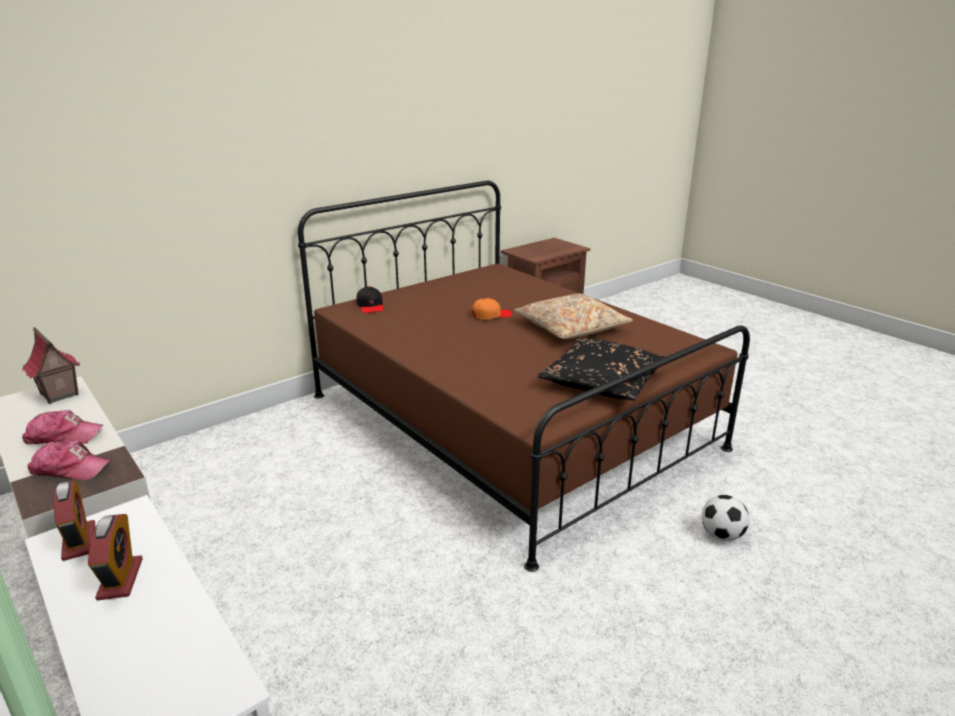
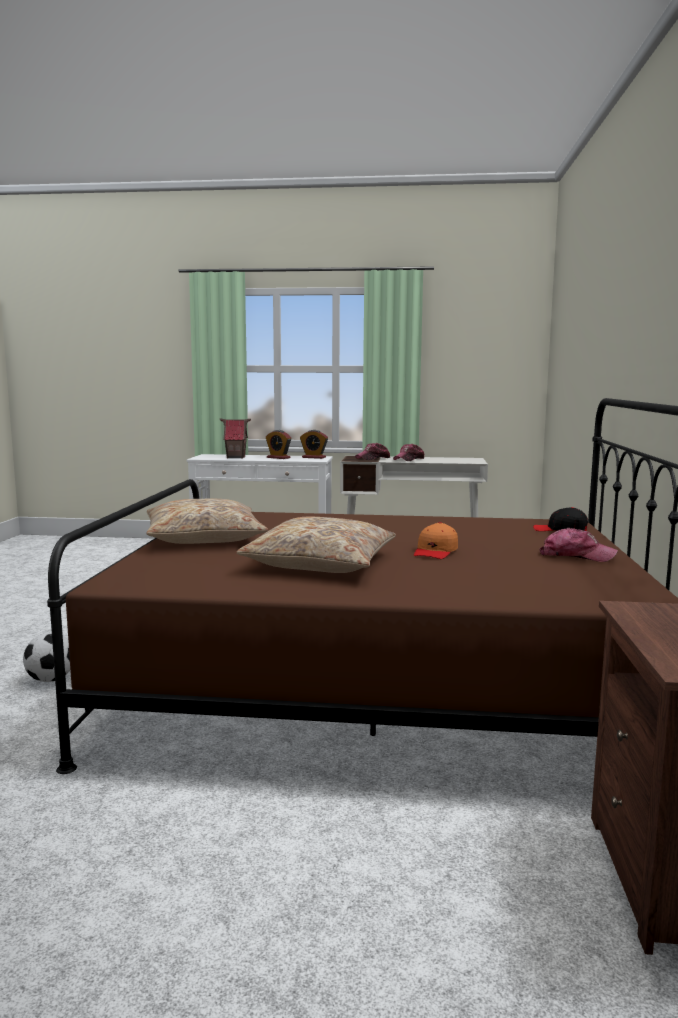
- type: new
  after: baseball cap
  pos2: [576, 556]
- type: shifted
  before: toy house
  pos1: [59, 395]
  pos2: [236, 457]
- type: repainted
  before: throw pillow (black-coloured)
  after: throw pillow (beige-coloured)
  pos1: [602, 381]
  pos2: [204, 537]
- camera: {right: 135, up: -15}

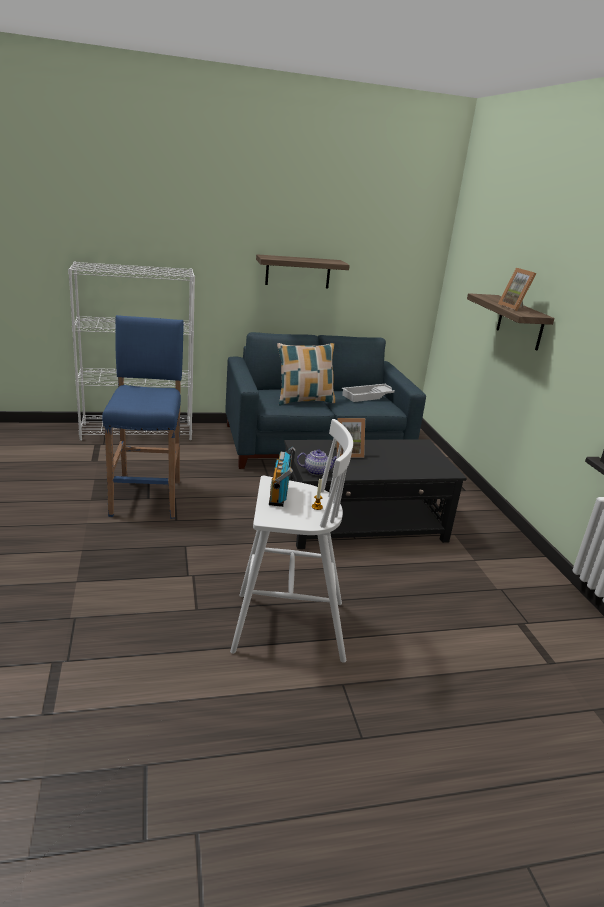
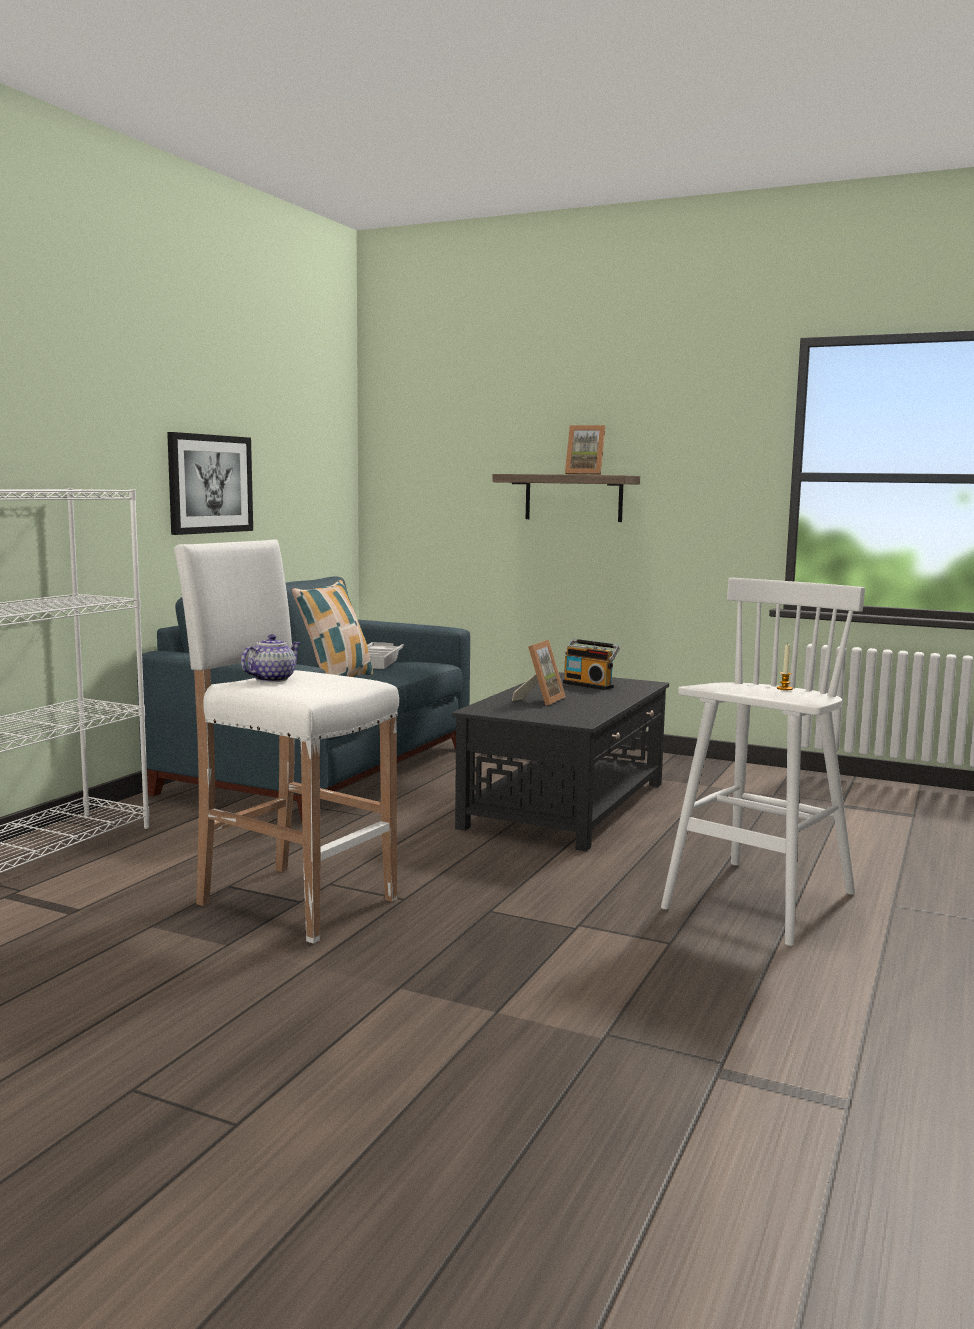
- type: shifted
  before: radio receiver
  pos1: [280, 494]
  pos2: [589, 685]
- type: shifted
  before: tea pot
  pos1: [316, 471]
  pos2: [272, 679]
- type: swapped
  before: wall shelf
  after: wall art
  pos1: [298, 272]
  pos2: [210, 484]
- type: repainted
  before: stool seat (blue)
  after: stool seat (whitish)
  pos1: [147, 497]
  pos2: [293, 901]
- camera: {right: -50, up: -15}

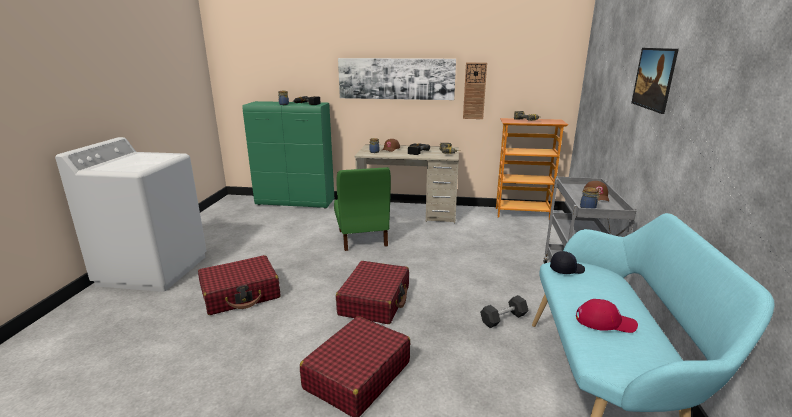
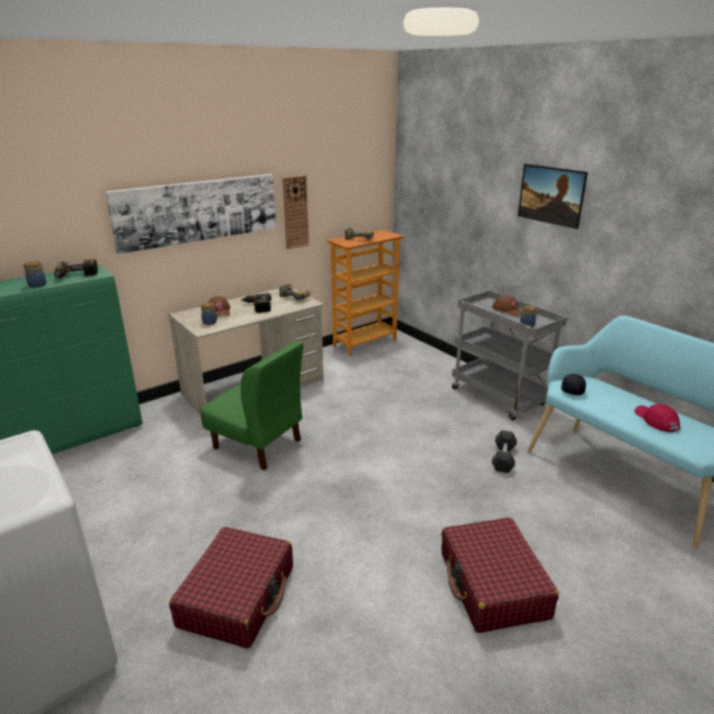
- type: gone
  before: piece of luggage (red)
  pos1: [375, 301]
- type: rotated
  before: baseball cap (red)
  pos1: [605, 321]
  pos2: [656, 420]
  turn: -75
- camera: {right: -45, up: 5}

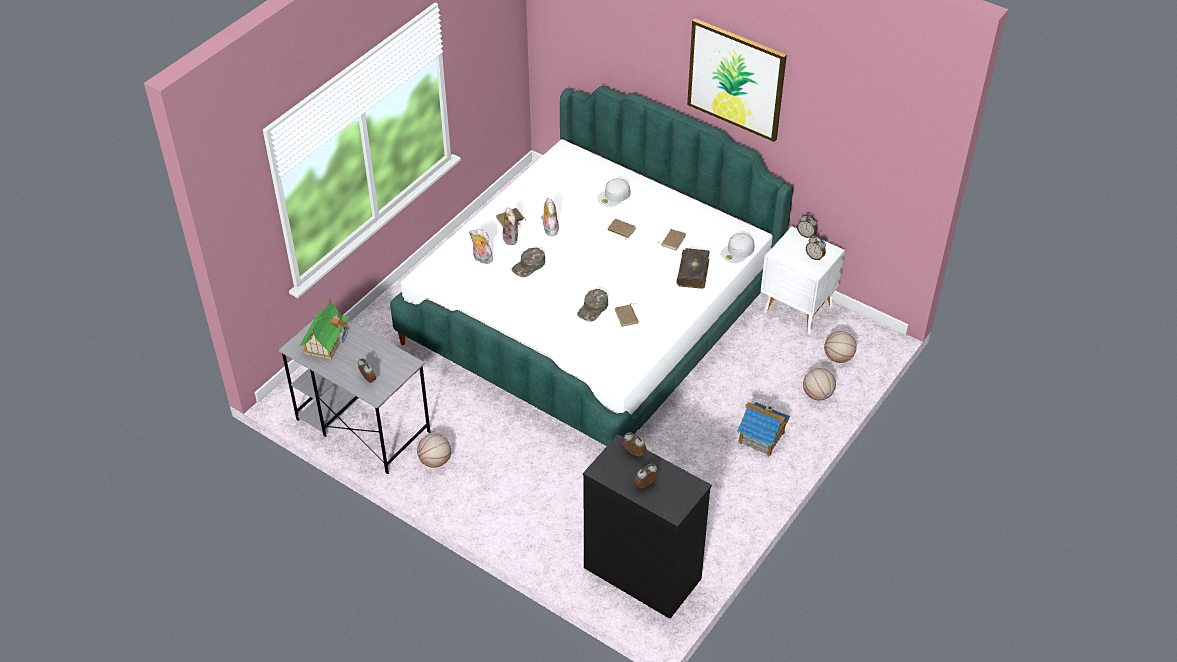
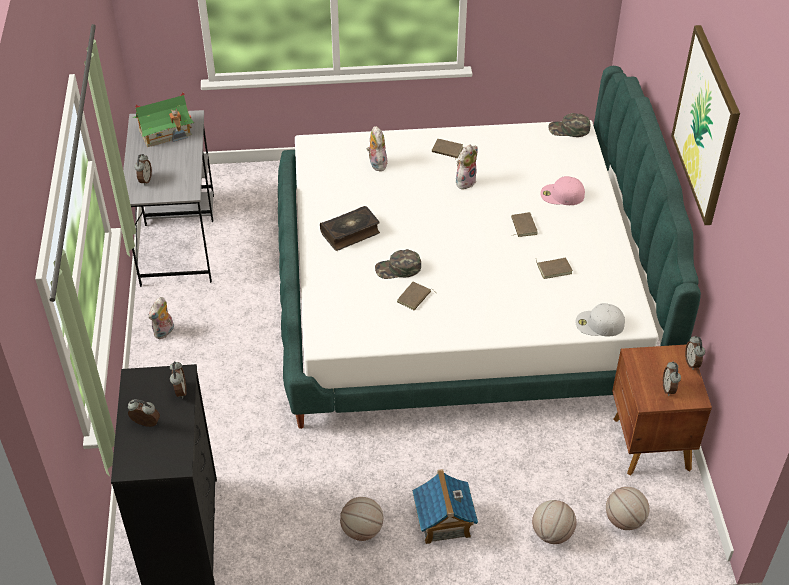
- type: shifted
  before: basketball
  pos1: [435, 461]
  pos2: [362, 530]
- type: shifted
  before: cuddly toy
  pos1: [512, 239]
  pos2: [164, 332]
- type: shifted
  before: baseball cap (greenish)
  pos1: [529, 266]
  pos2: [569, 129]
- type: shifted
  before: book
  pos1: [693, 272]
  pos2: [350, 233]
- type: repainted
  before: baseball cap (whitish)
  after: baseball cap (pink)
  pos1: [614, 196]
  pos2: [562, 195]
- type: repainted
  before: nightstand (whitish)
  after: nightstand (brown)
  pos1: [798, 310]
  pos2: [650, 445]
- camera: {right: 50, up: 0}

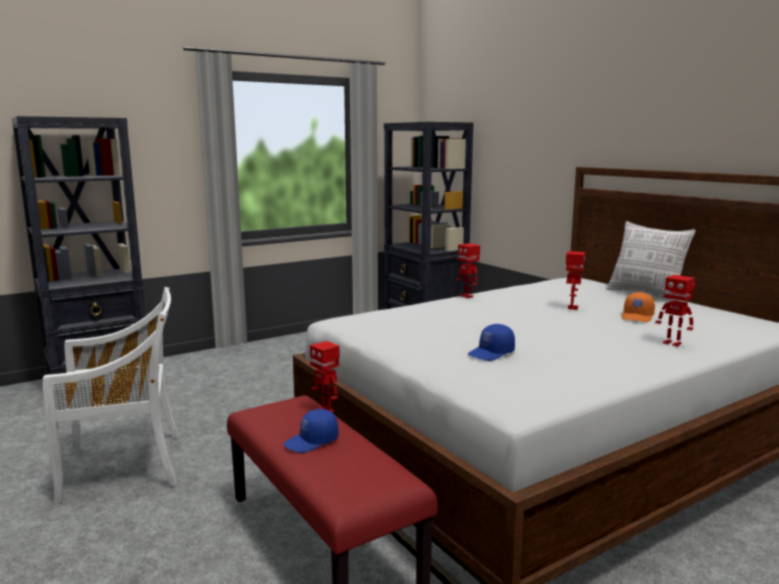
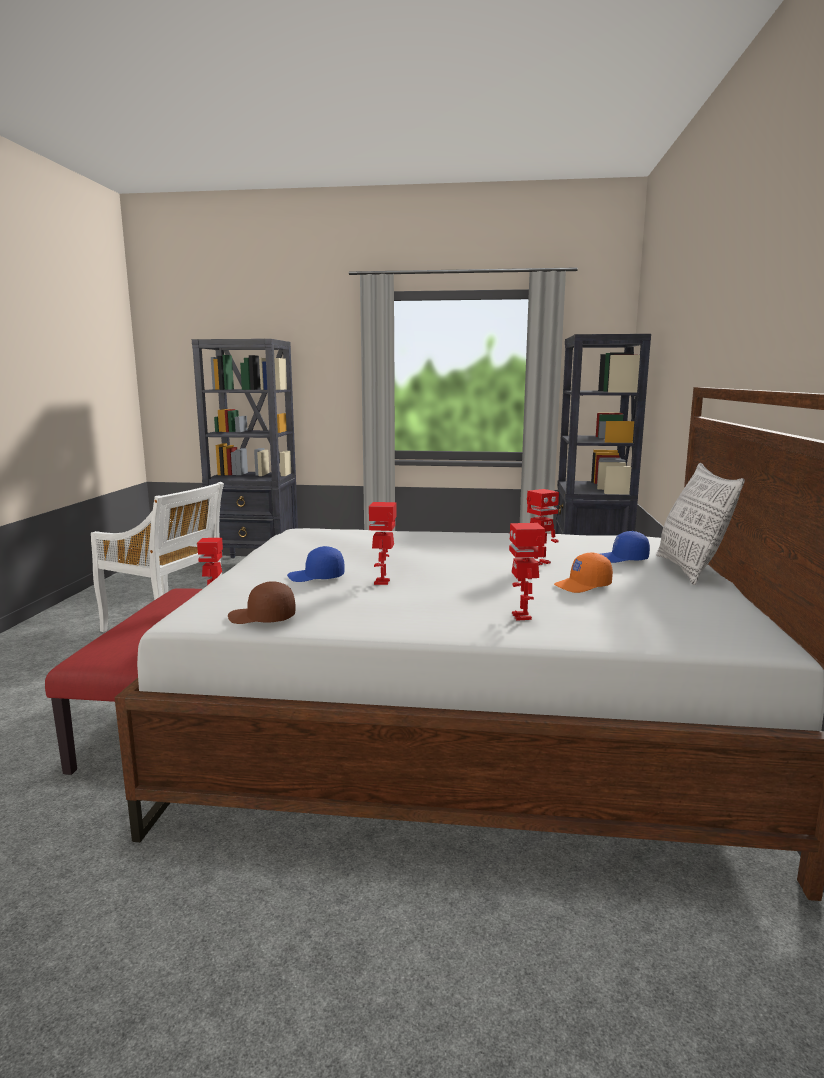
- type: new
  after: baseball cap (brown)
  pos2: [261, 618]
- type: shifted
  before: baseball cap (blue)
  pos1: [312, 442]
  pos2: [622, 559]
- type: shifted
  before: toy robot
  pos1: [467, 296]
  pos2: [383, 582]
- camera: {right: 40, up: 0}

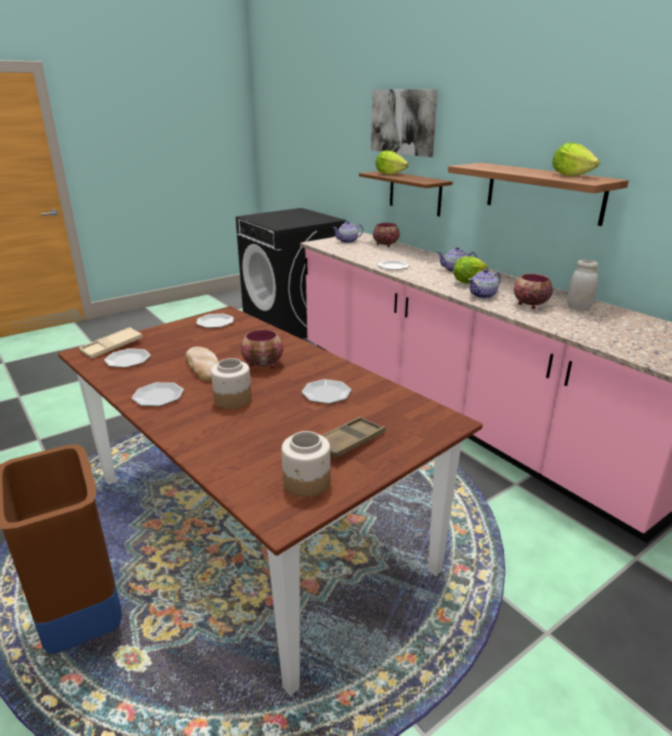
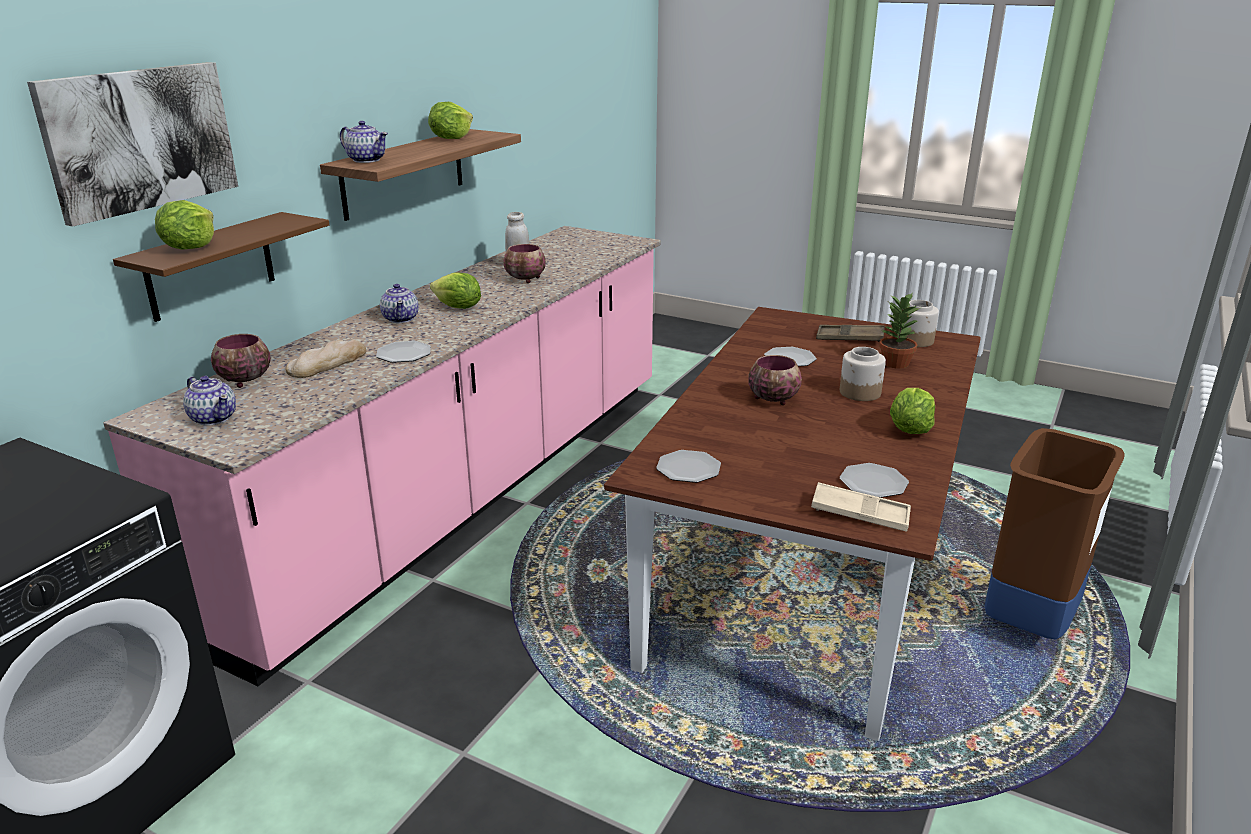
- type: new
  after: plant in a pot
  pos2: [894, 363]
- type: shifted
  before: bread
  pos1: [204, 367]
  pos2: [327, 363]
- type: shifted
  before: tea pot
  pos1: [483, 295]
  pos2: [366, 160]
- type: swapped
  before: dinner plate
  after: lettuce
  pos1: [158, 396]
  pos2: [910, 429]
- camera: {right: -115, up: 0}

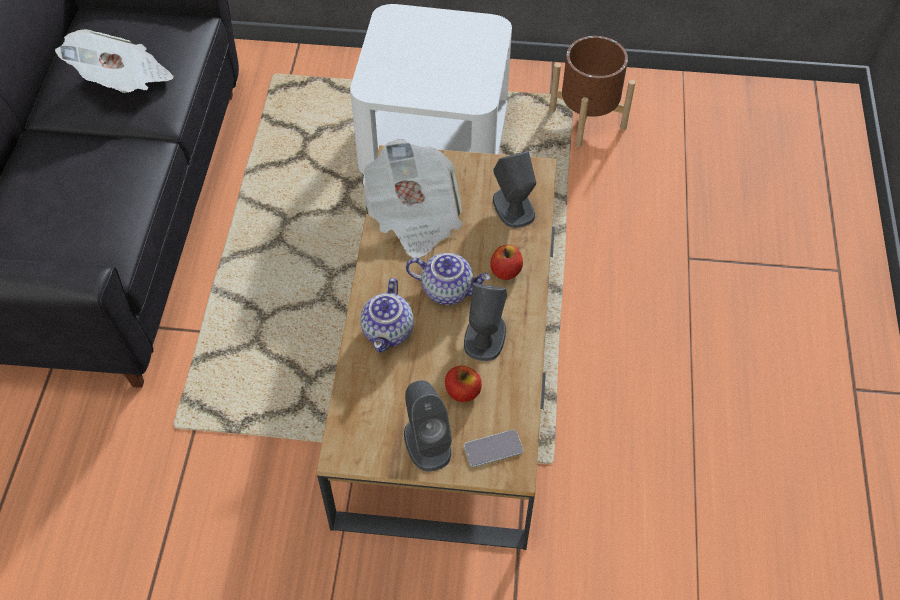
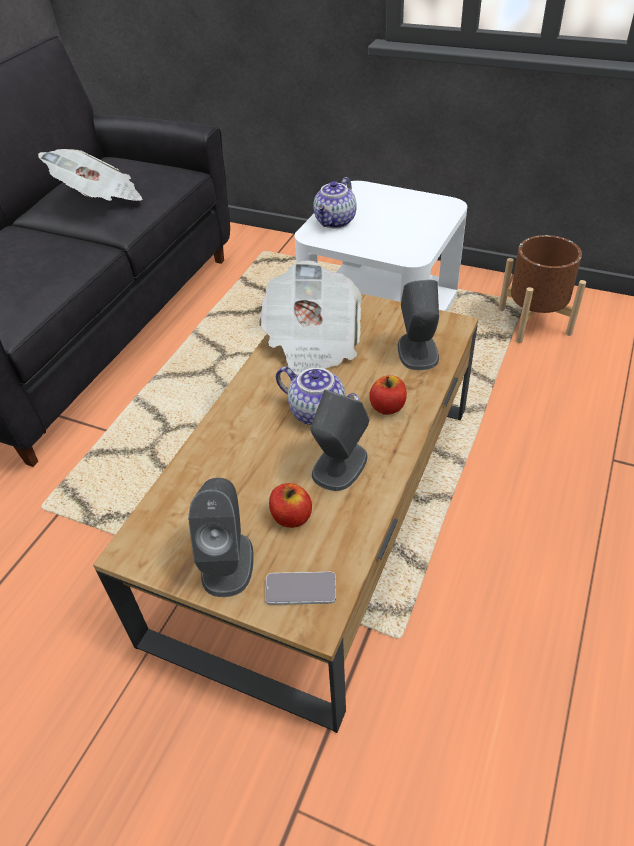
- type: shifted
  before: tea pot
  pos1: [389, 332]
  pos2: [336, 222]
- camera: {right: 20, up: -10}

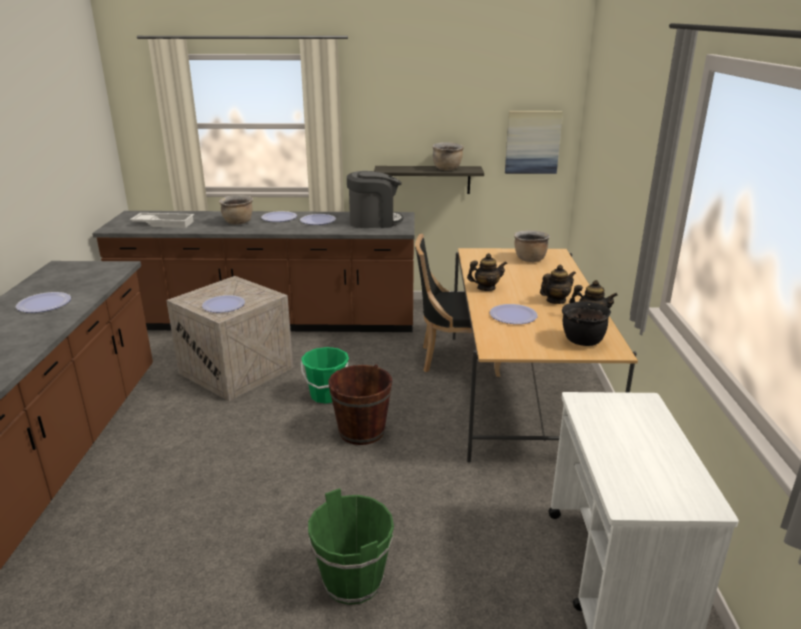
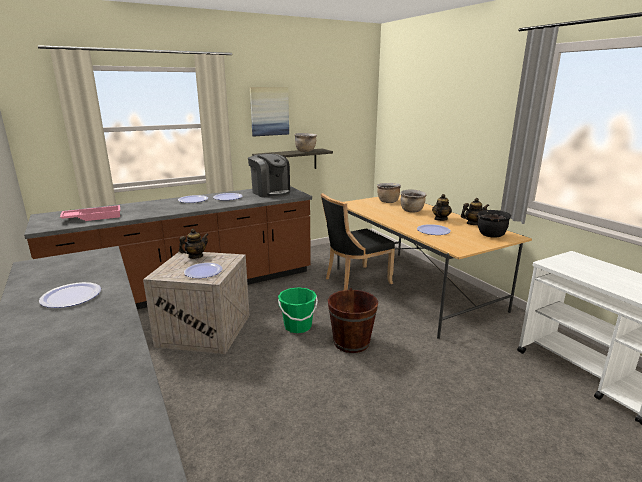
- type: gone
  before: pail (greenish)
  pos1: [353, 581]
- type: shifted
  before: saucepot (brown)
  pos1: [238, 222]
  pos2: [412, 211]
- type: shifted
  before: tea pot
  pos1: [486, 288]
  pos2: [195, 256]
- type: shifted
  before: wall art
  pos1: [532, 142]
  pos2: [269, 111]
- type: repainted
  before: serving tray (whitish)
  after: serving tray (pink)
  pos1: [164, 223]
  pos2: [93, 217]
- type: rotated
  before: coffee brewer
  pos1: [374, 221]
  pos2: [270, 192]
  turn: 90
- camera: {right: -30, up: -5}

